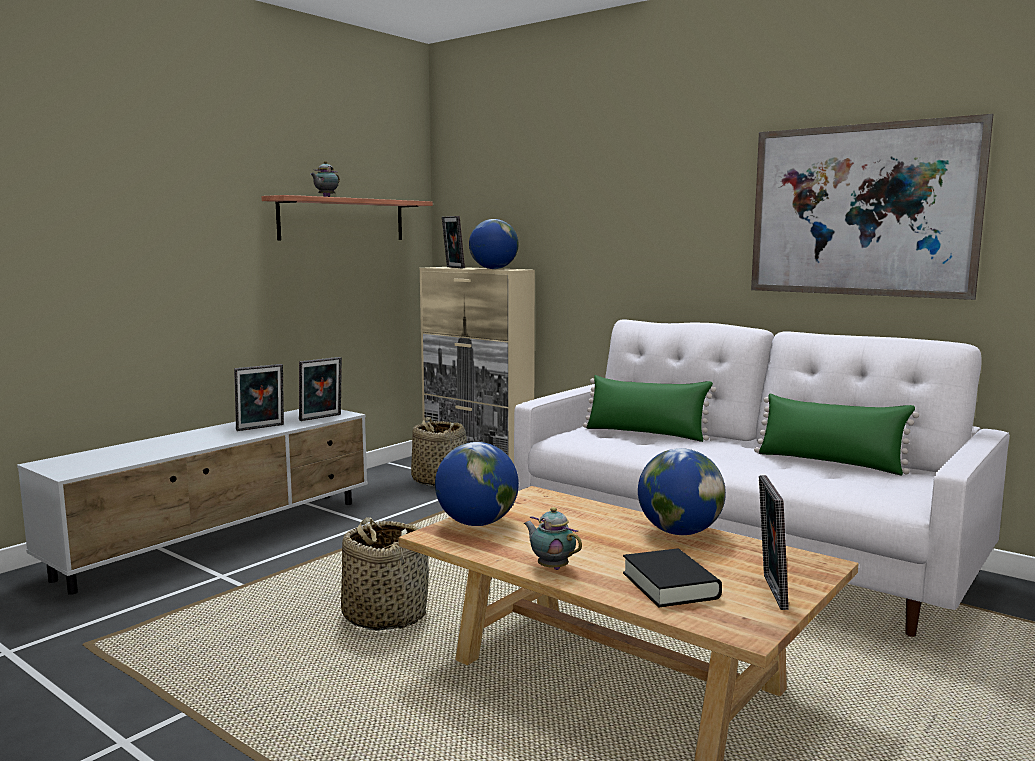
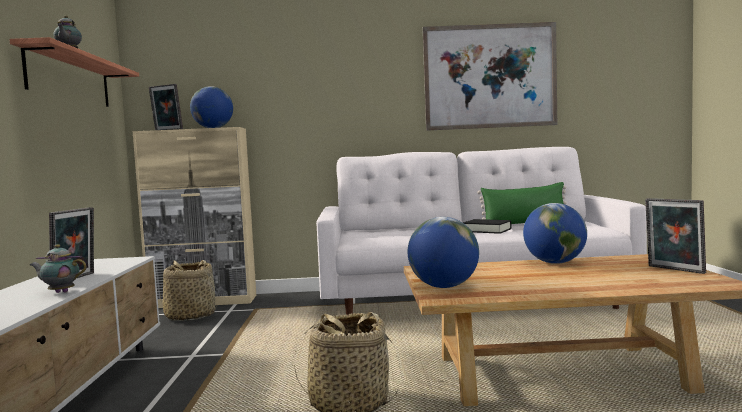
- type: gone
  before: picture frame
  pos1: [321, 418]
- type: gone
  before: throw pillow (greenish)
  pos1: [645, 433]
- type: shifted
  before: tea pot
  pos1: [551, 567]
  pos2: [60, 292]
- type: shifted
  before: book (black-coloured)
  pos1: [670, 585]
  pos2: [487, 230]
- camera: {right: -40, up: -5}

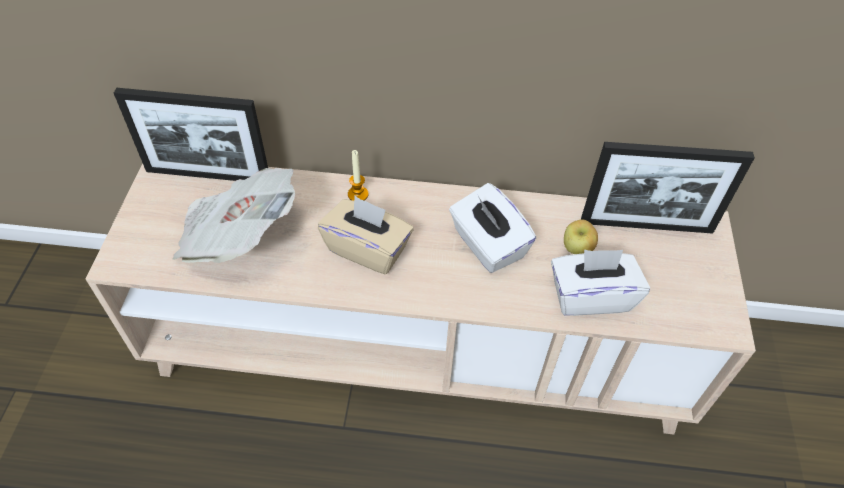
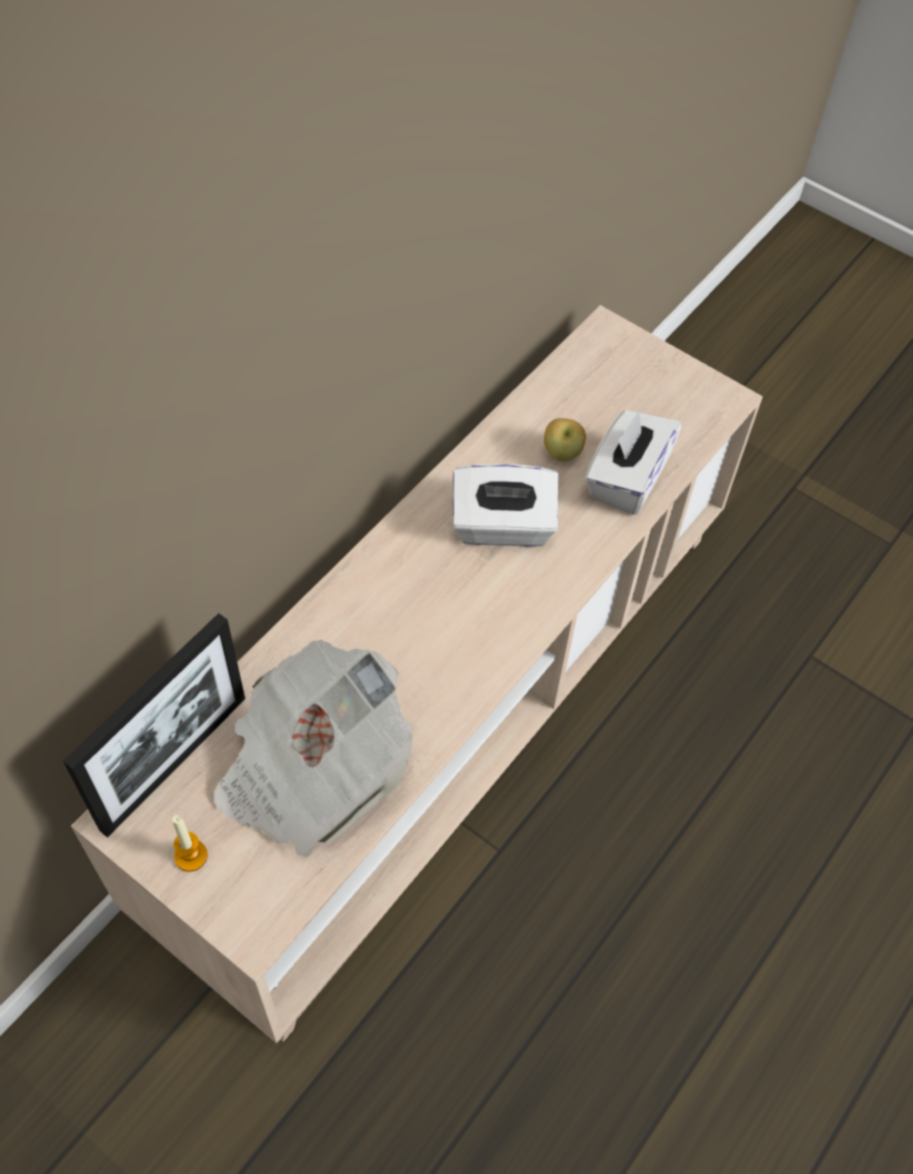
- type: gone
  before: box of tissues (beige-coloured)
  pos1: [368, 249]
- type: gone
  before: picture frame
  pos1: [646, 225]
- type: shifted
  before: candle
  pos1: [358, 194]
  pos2: [191, 856]
- camera: {right: -60, up: 5}

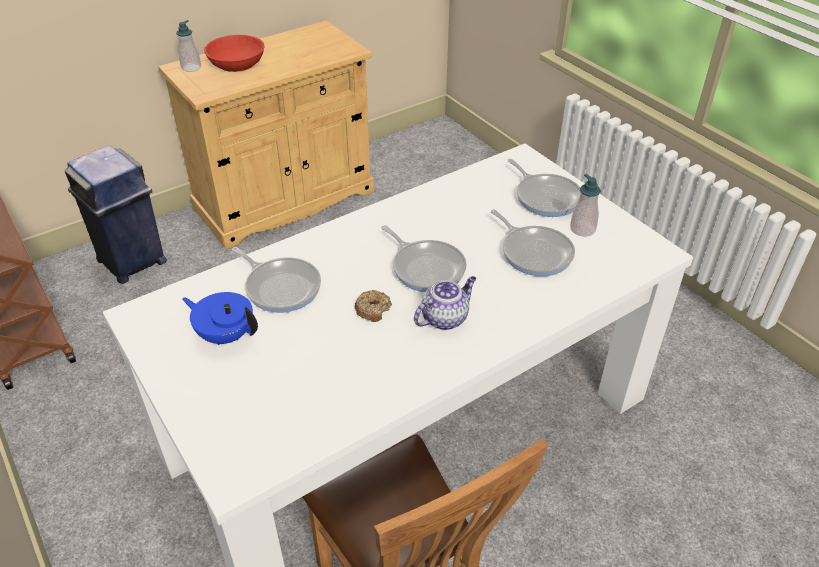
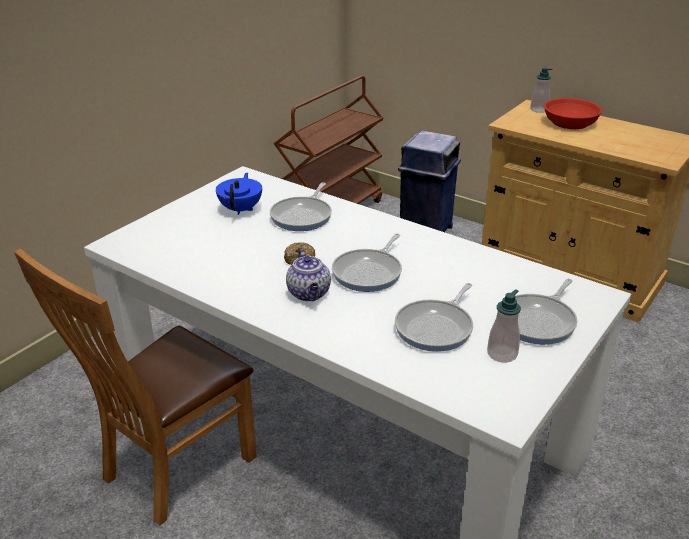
- type: rotated
  before: tea pot
  pos1: [445, 318]
  pos2: [309, 294]
  turn: 45
- camera: {right: 70, up: -10}

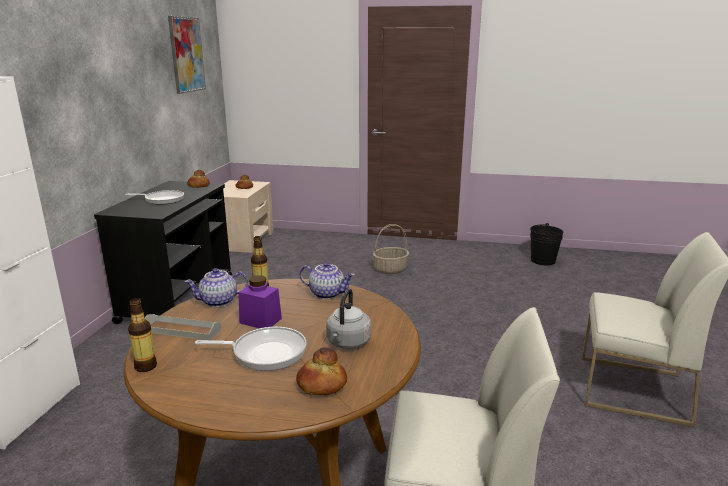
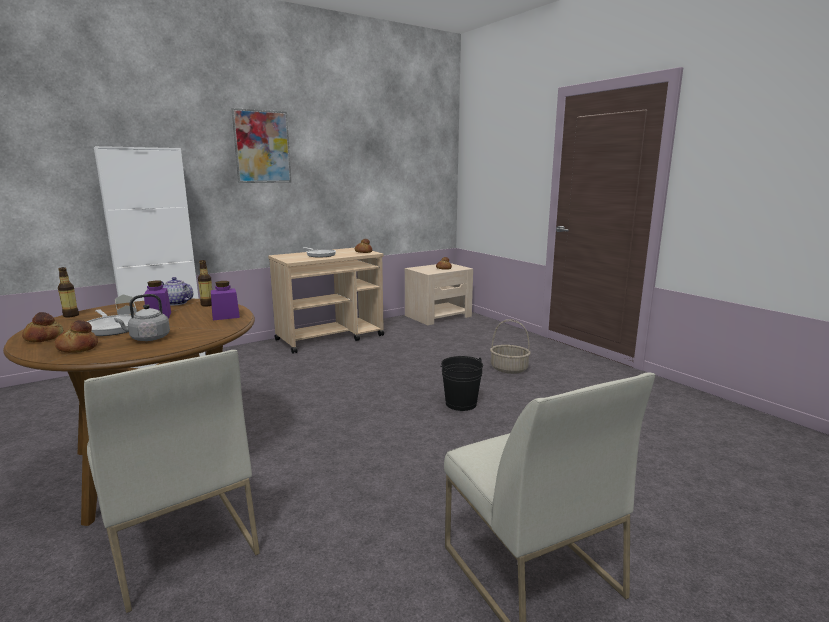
- type: new
  after: bread
  pos2: [44, 337]
- type: shifted
  before: wall art
  pos1: [186, 55]
  pos2: [262, 147]
- type: shifted
  before: pail (black-coloured)
  pos1: [543, 260]
  pos2: [461, 403]
- type: swapped
  before: tea pot
  after: storage jar (purplish)
  pos1: [327, 294]
  pos2: [225, 316]
- type: repainted
  before: cart (black-coloured)
  after: cart (beige-coloured)
  pos1: [178, 298]
  pos2: [330, 338]
- camera: {right: 45, up: -5}

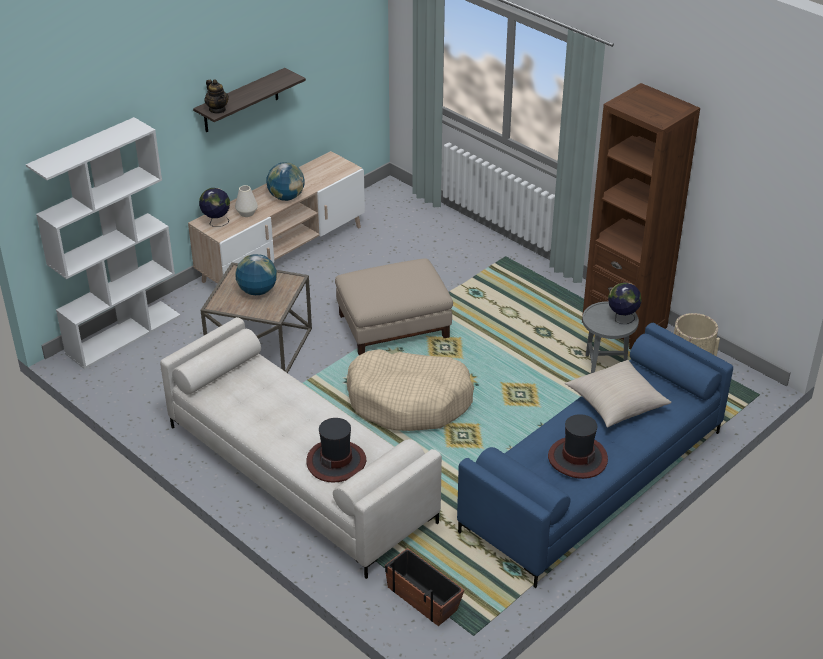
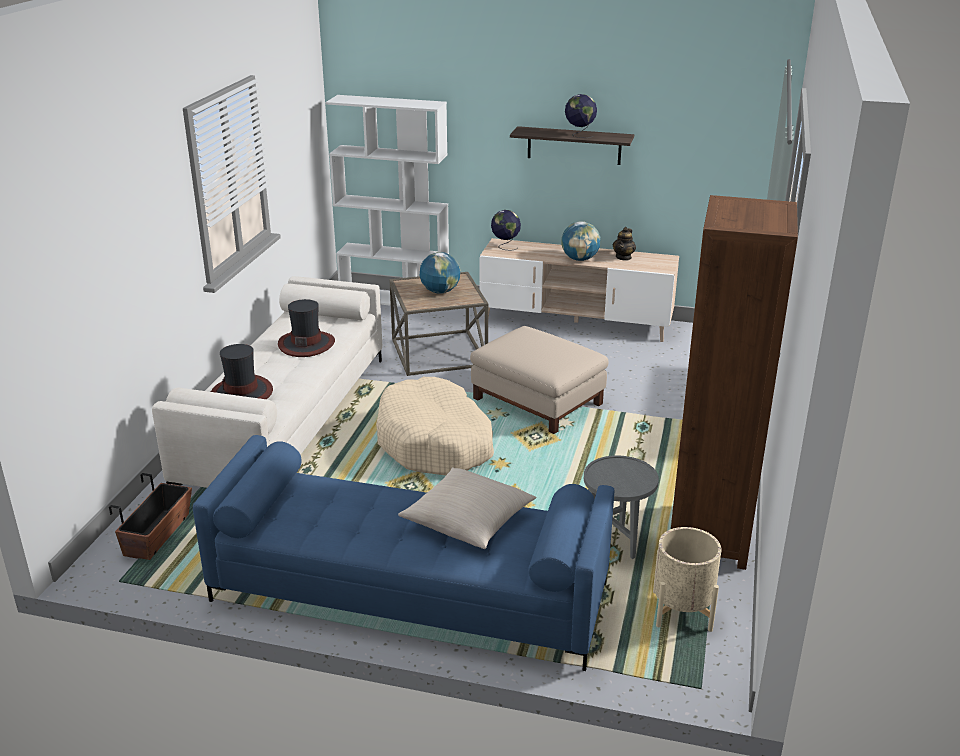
- type: gone
  before: flower vase (whitish)
  pos1: [247, 213]
- type: shifted
  before: tea pot
  pos1: [217, 109]
  pos2: [623, 257]
- type: shifted
  before: clothing hat
  pos1: [577, 458]
  pos2: [306, 344]
- type: shifted
  before: globe
  pos1: [622, 319]
  pos2: [579, 135]
- camera: {right: 60, up: -10}

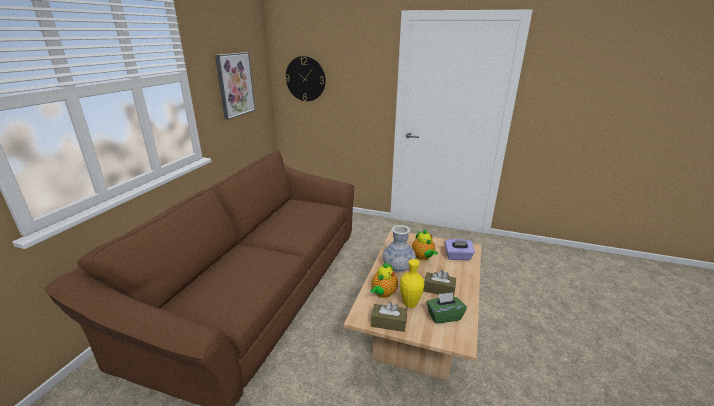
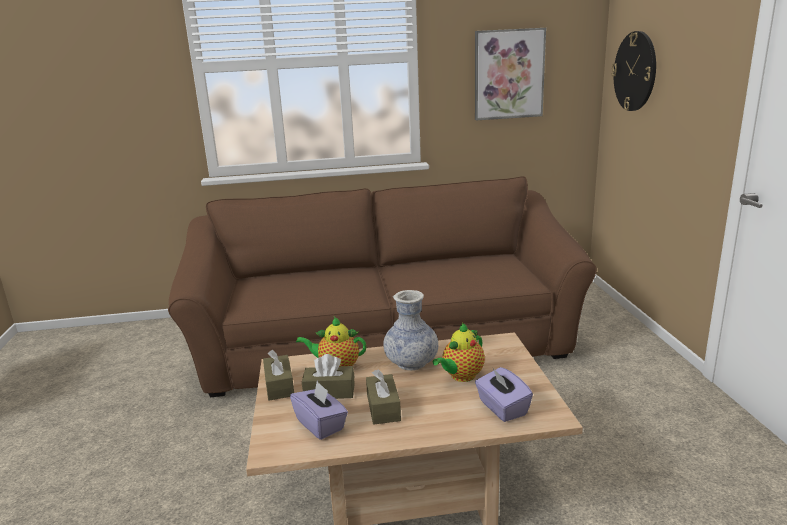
- type: swapped
  before: flower vase (yellowish)
  after: box of tissues (brown)
  pos1: [410, 304]
  pos2: [329, 391]
- type: repainted
  before: box of tissues (greenish)
  after: box of tissues (purplish)
  pos1: [444, 316]
  pos2: [321, 424]
- camera: {right: 65, up: -5}

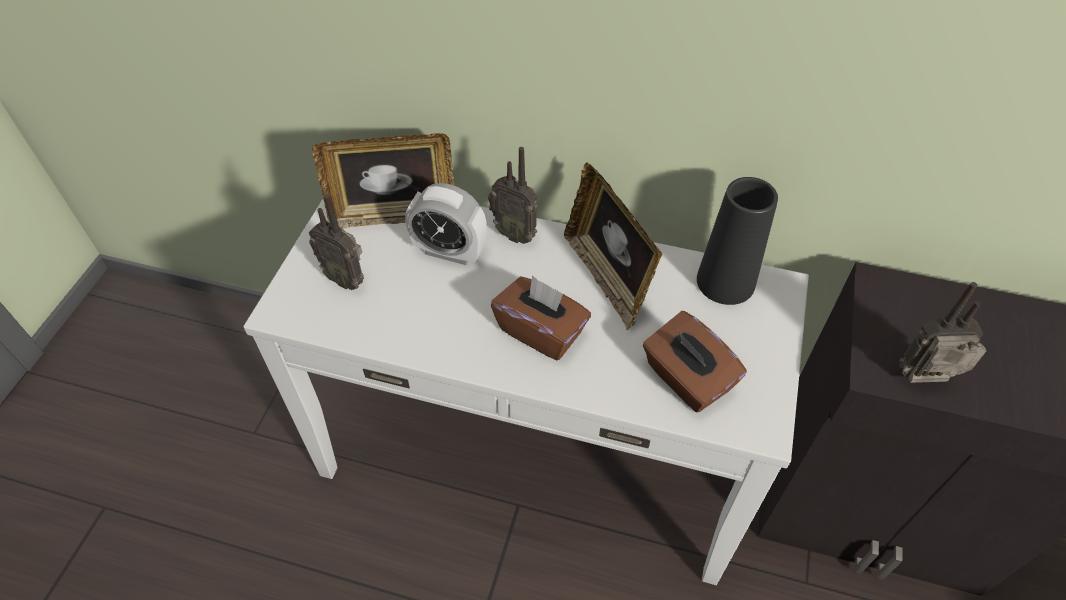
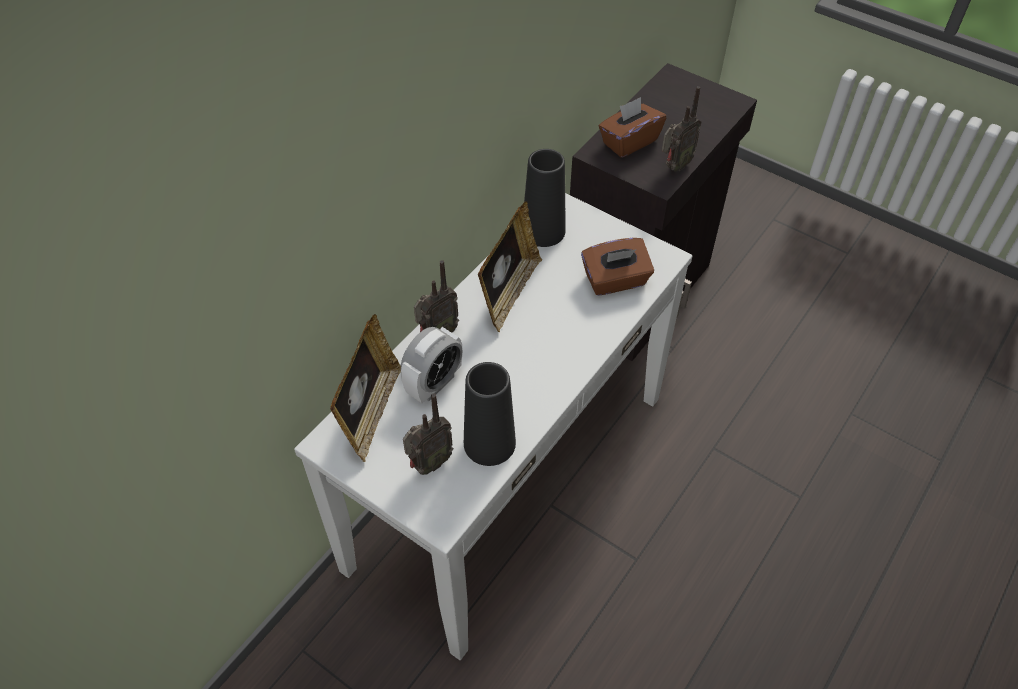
- type: new
  after: flower vase (black-coloured)
  pos2: [489, 443]
- type: shifted
  before: box of tissues (brown)
  pos1: [541, 331]
  pos2: [629, 141]
- type: rotated
  before: picture frame
  pos1: [607, 277]
  pos2: [509, 293]
  turn: -60
- type: rotated
  before: radio receiver
  pos1: [925, 382]
  pos2: [674, 166]
  turn: -150
- camera: {right: -70, up: 0}

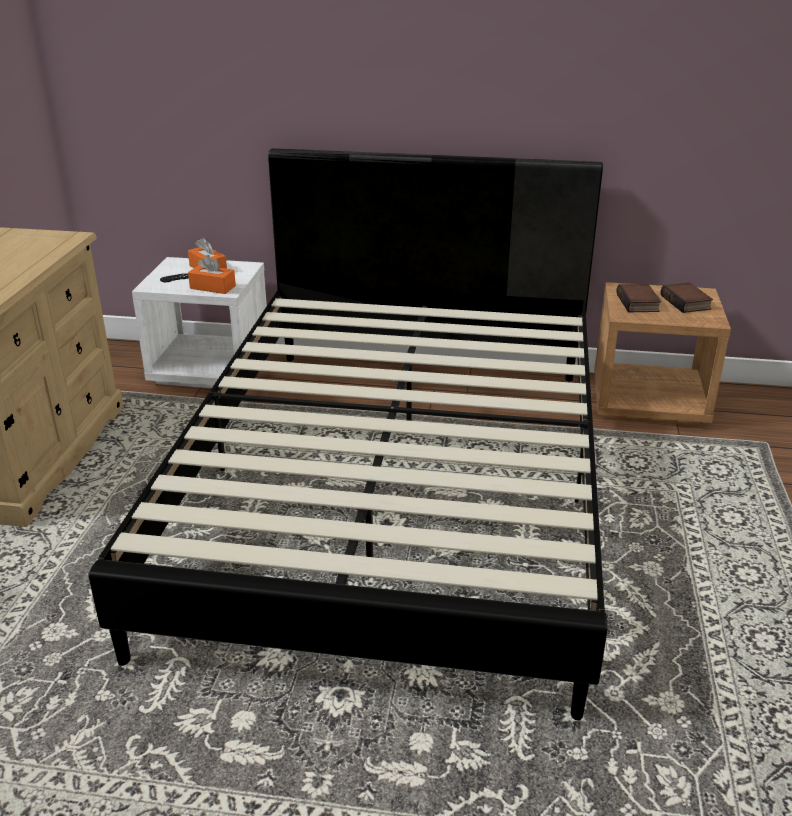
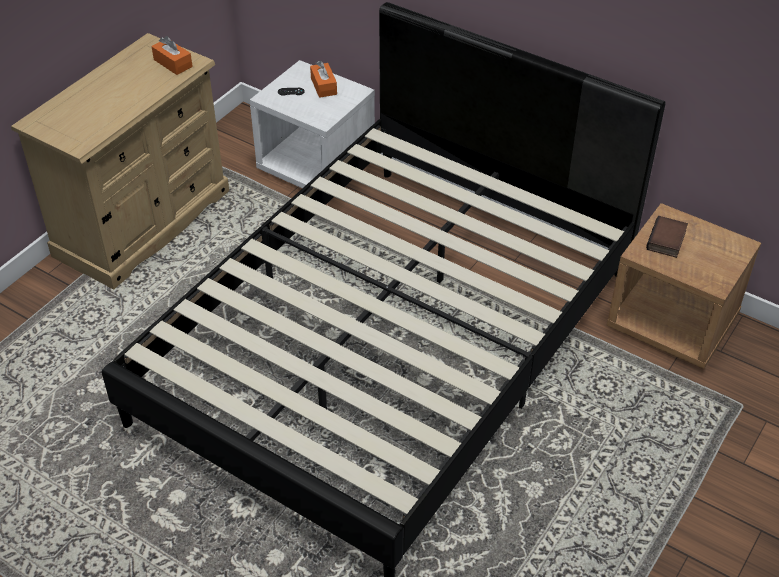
- type: gone
  before: book
  pos1: [687, 302]
- type: shifted
  before: box of tissues (orange)
  pos1: [212, 287]
  pos2: [173, 63]
- camera: {right: 25, up: 15}

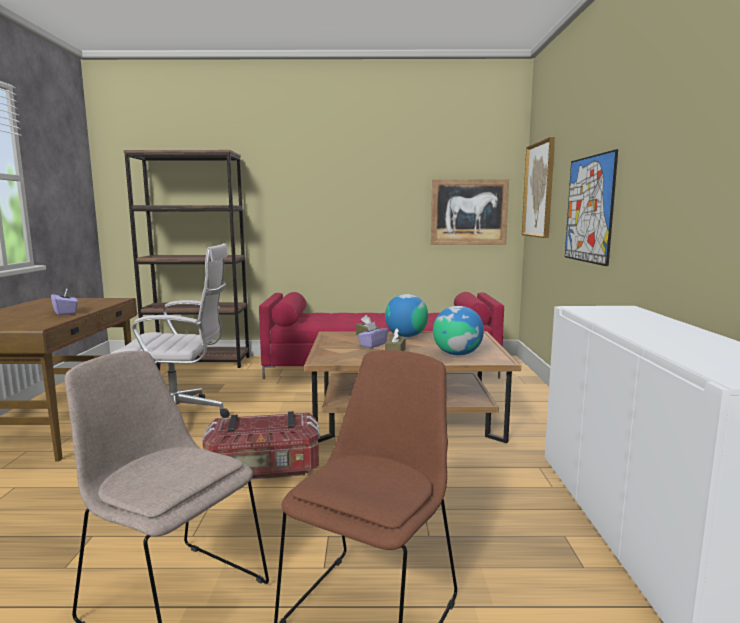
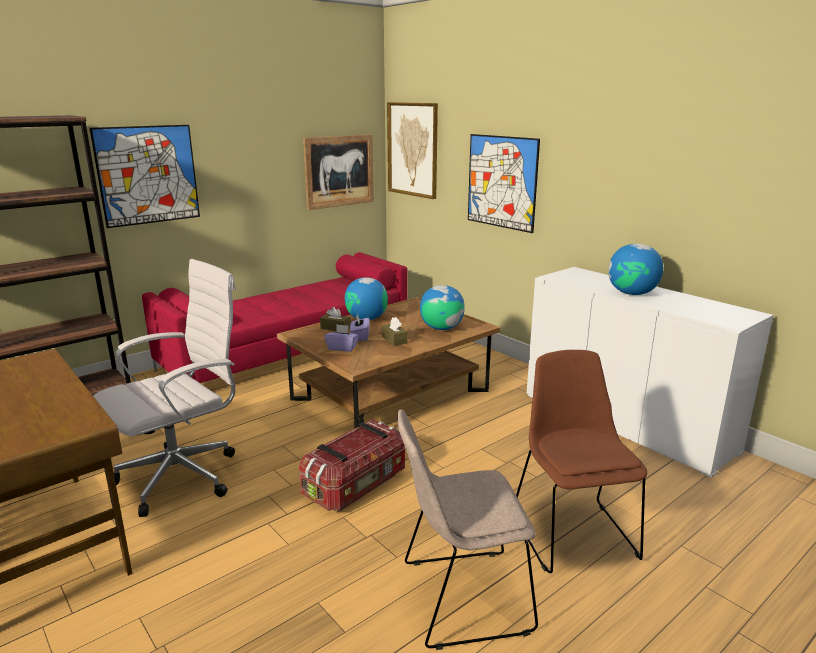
- type: new
  after: wall art
  pos2: [148, 175]
- type: new
  after: globe
  pos2: [632, 293]
- type: shifted
  before: box of tissues (purplish)
  pos1: [66, 313]
  pos2: [342, 348]
- camera: {right: -40, up: 10}

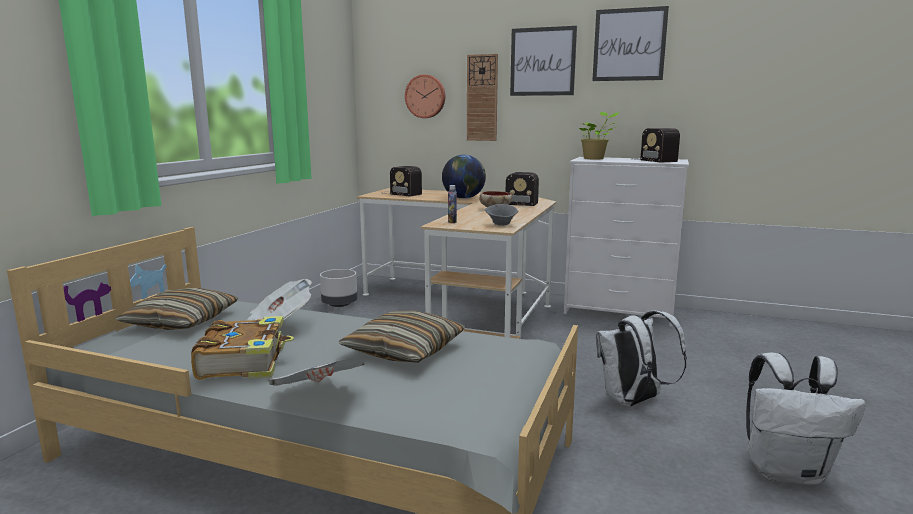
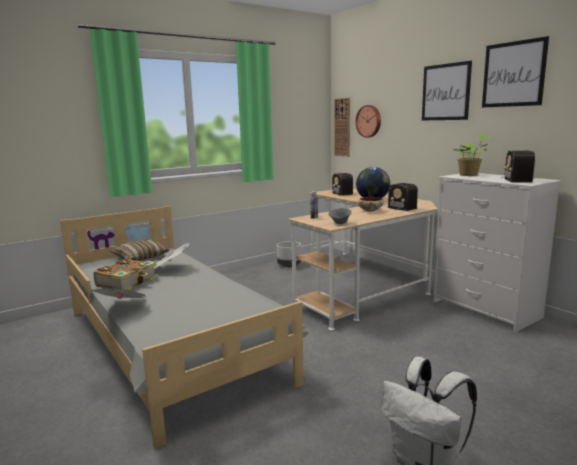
- type: gone
  before: throw pillow
  pos1: [404, 350]
- type: gone
  before: knapsack (whitish)
  pos1: [632, 401]
- type: shifted
  before: clock on the wall
  pos1: [482, 98]
  pos2: [342, 127]
- camera: {right: 35, up: 0}

